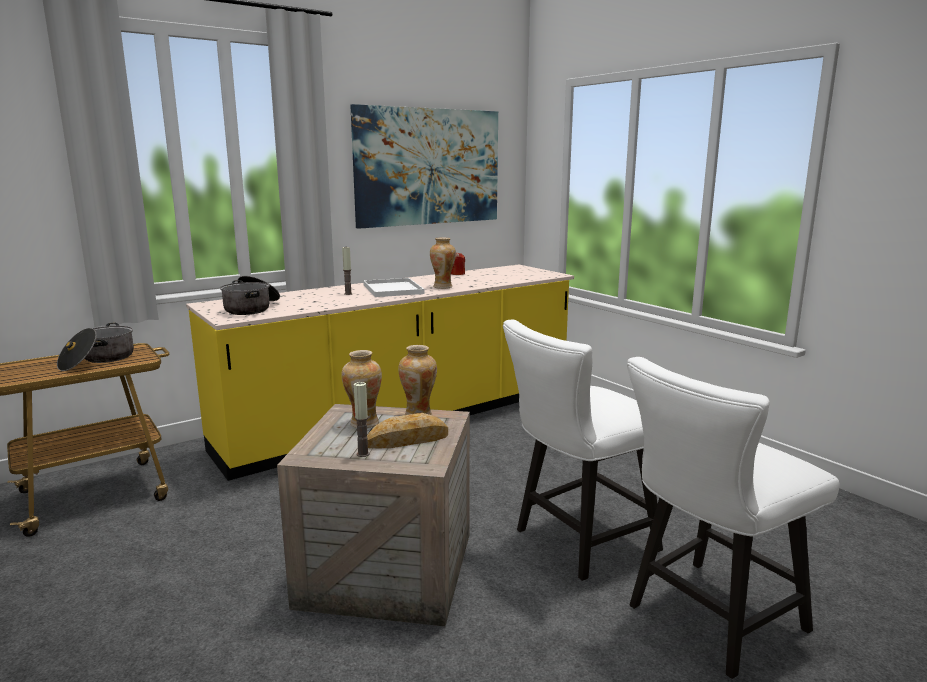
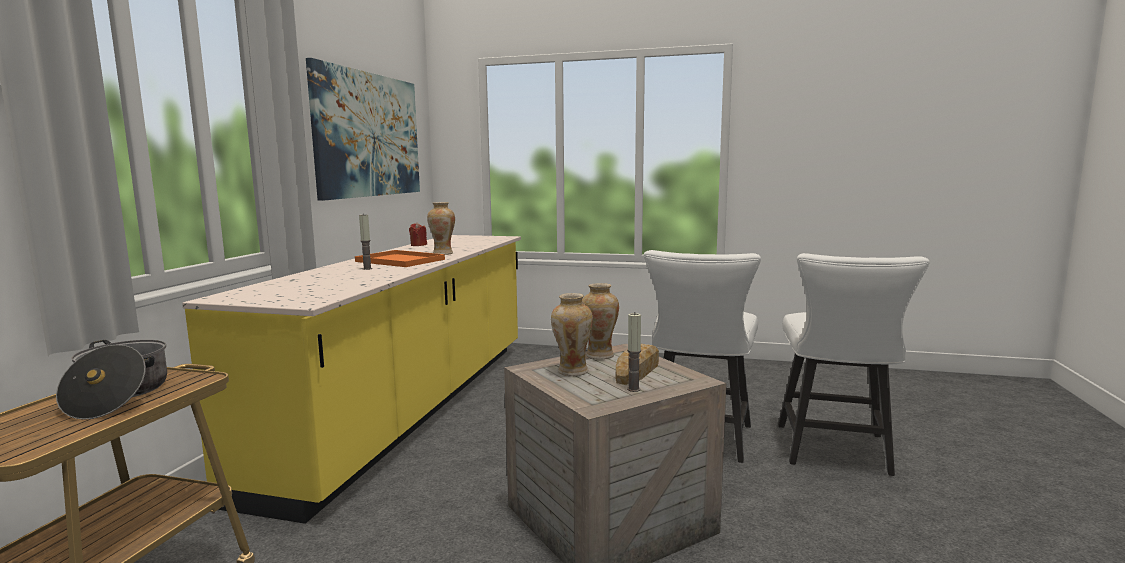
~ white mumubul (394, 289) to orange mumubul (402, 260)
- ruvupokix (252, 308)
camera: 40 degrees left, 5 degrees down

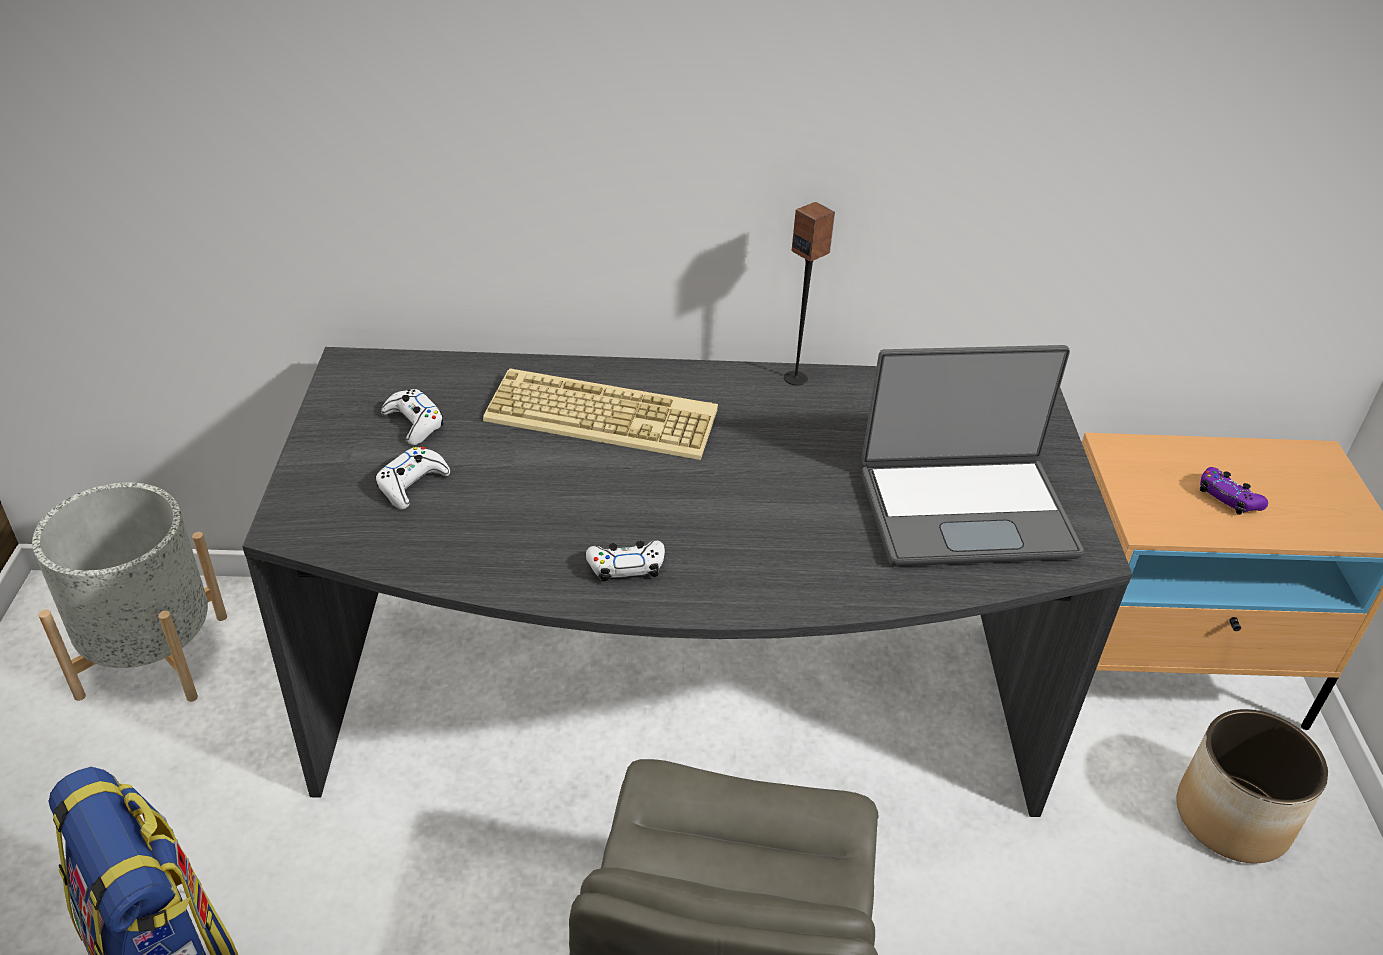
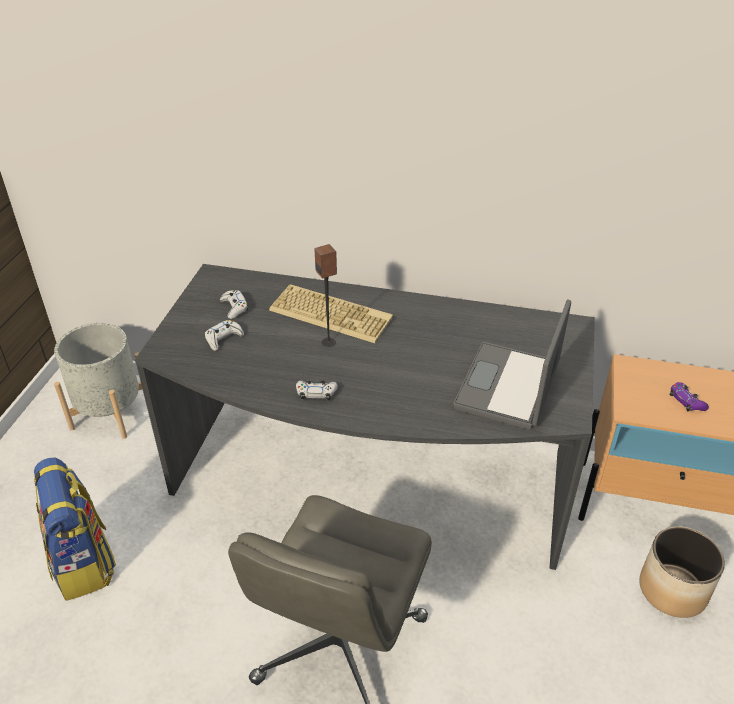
~ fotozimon (796, 378) to (329, 342)
~ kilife (965, 511) = (509, 387) 105 degrees clockwise
camera: 15 degrees right, 0 degrees up

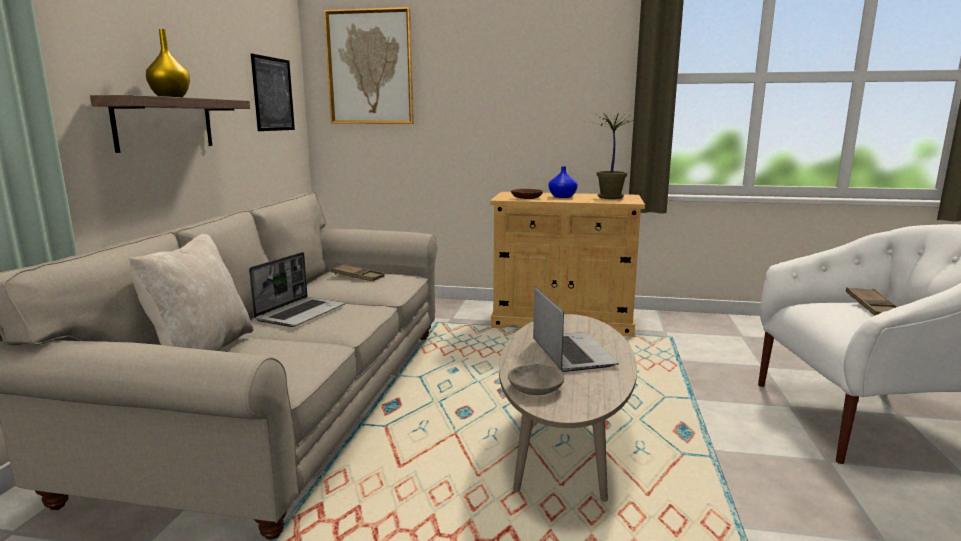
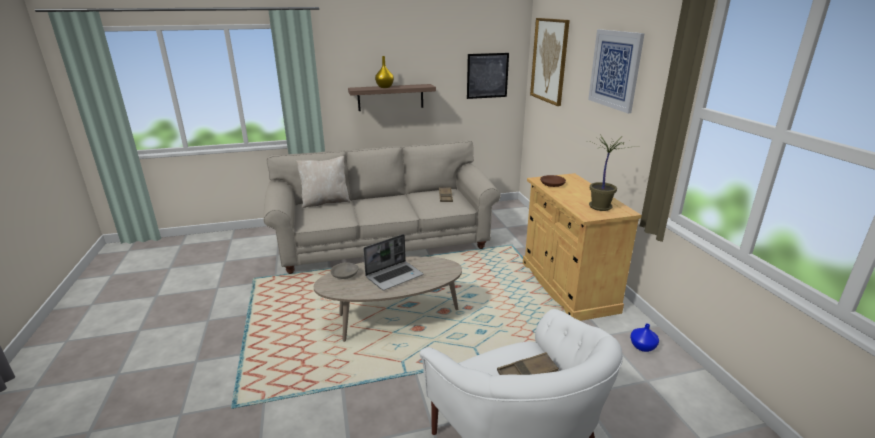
+ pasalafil (615, 69)
~ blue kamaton (562, 197) to (643, 346)
- kilife (301, 313)
camera: 65 degrees right, 10 degrees up

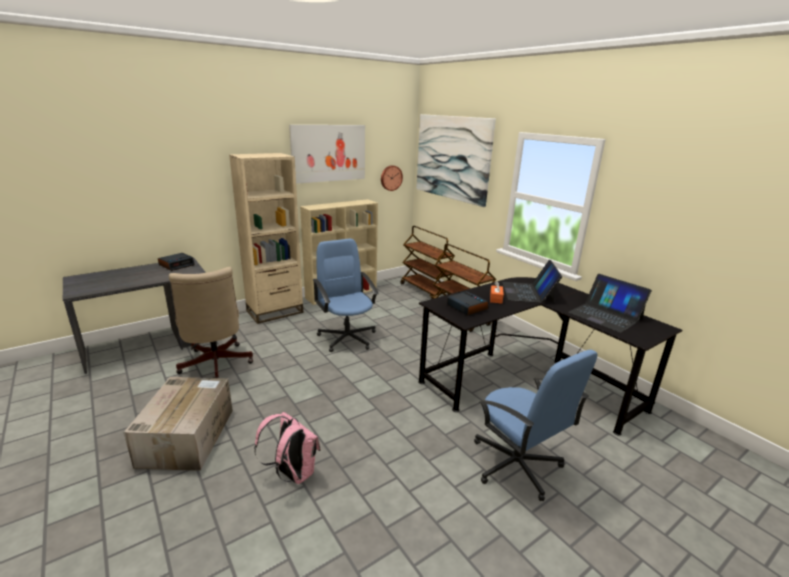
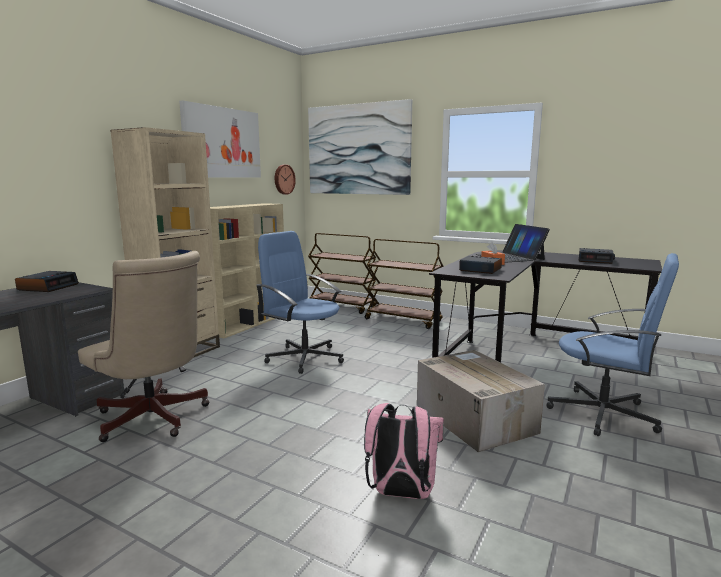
~ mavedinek (187, 436) to (473, 418)
~ kilife (605, 315) to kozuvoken (595, 260)
camera: 25 degrees left, 10 degrees down

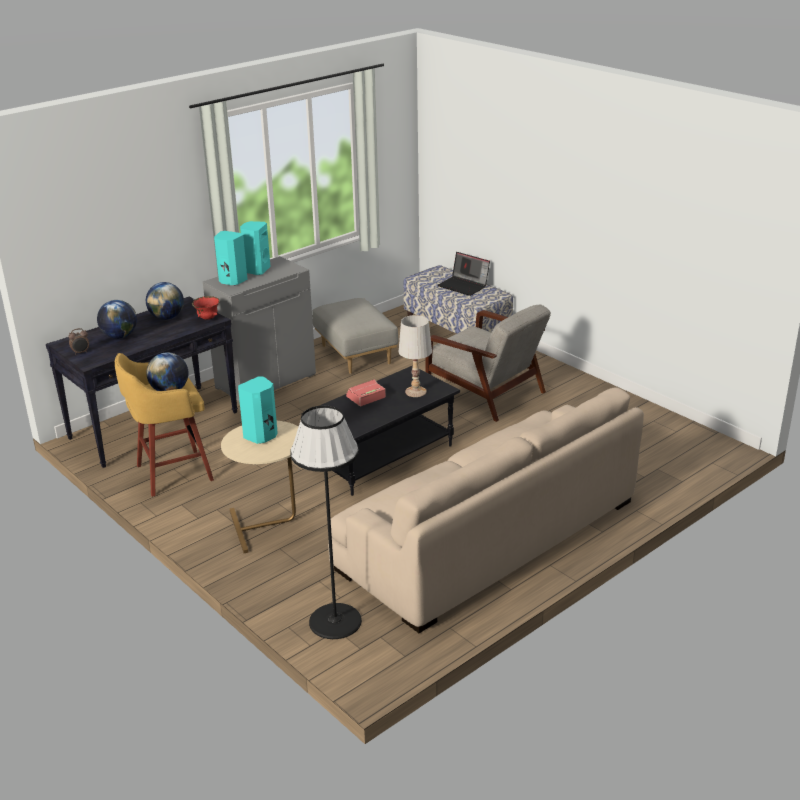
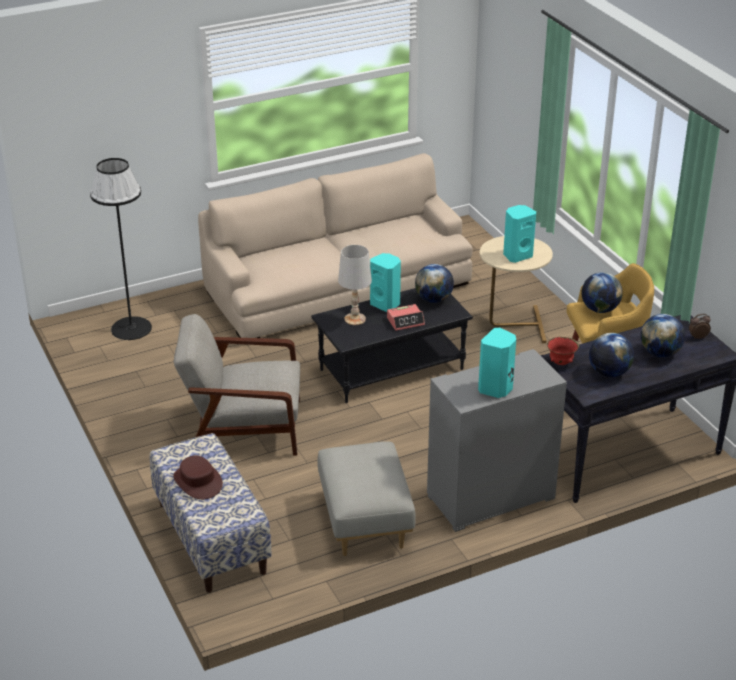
~ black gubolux (335, 621) to (131, 328)
~ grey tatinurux (486, 392) = (243, 427) 60 degrees counterclockwise
~ kilife (464, 286) to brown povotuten (197, 481)
~ turquoise fotozimon (232, 281) to (386, 304)
+ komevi (434, 299)
camera: 165 degrees left, 5 degrees up

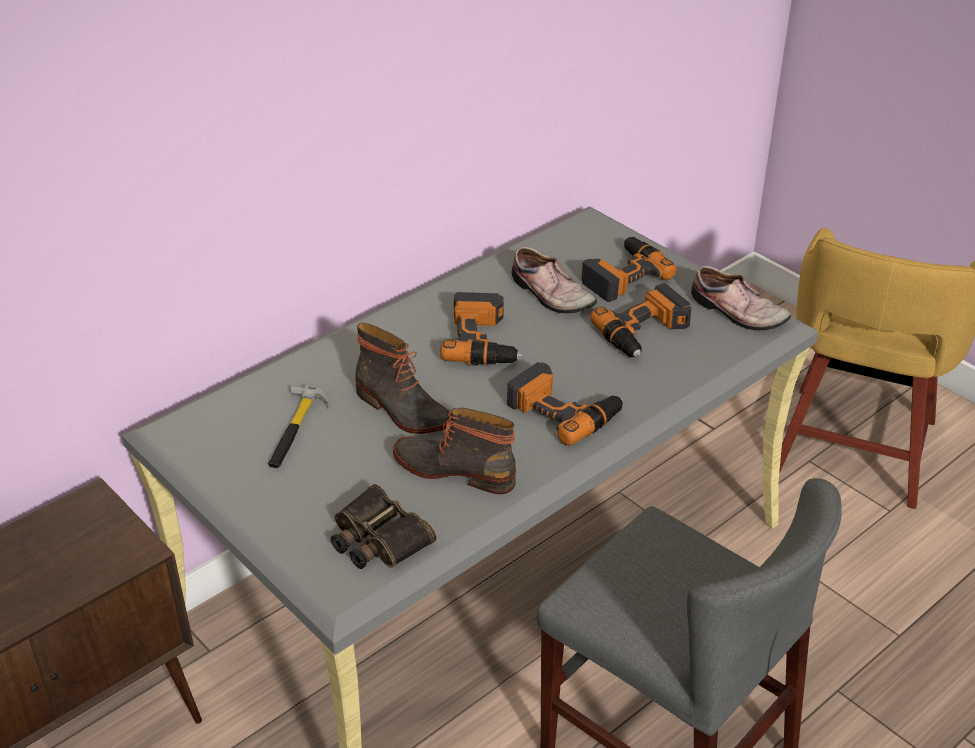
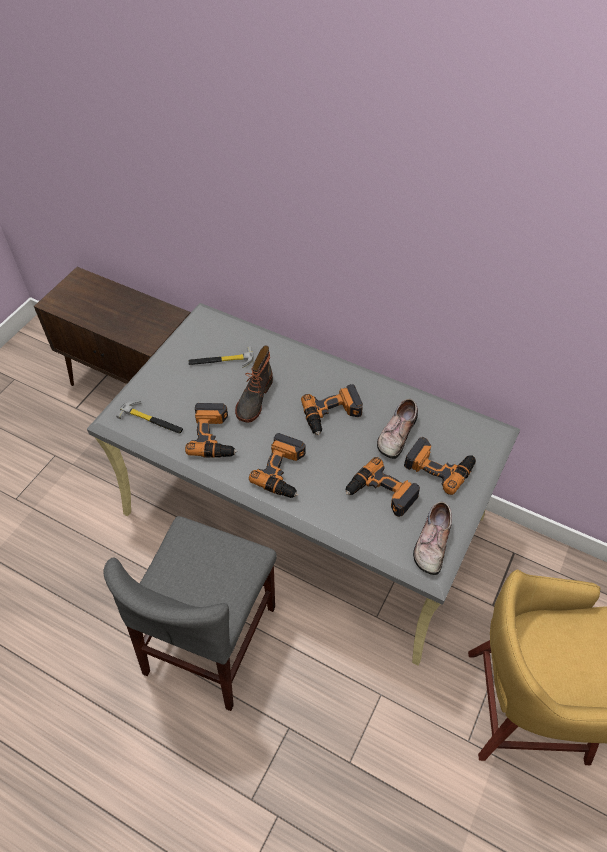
~ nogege (377, 539) to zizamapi (152, 420)
~ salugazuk (455, 469) to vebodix (214, 436)
camera: 70 degrees right, 15 degrees up

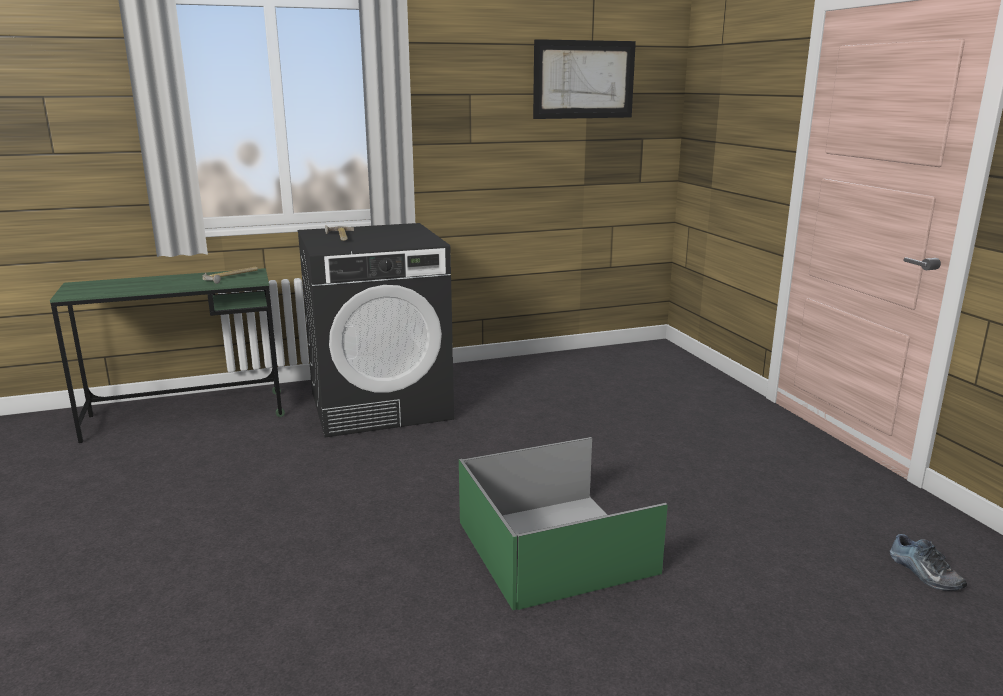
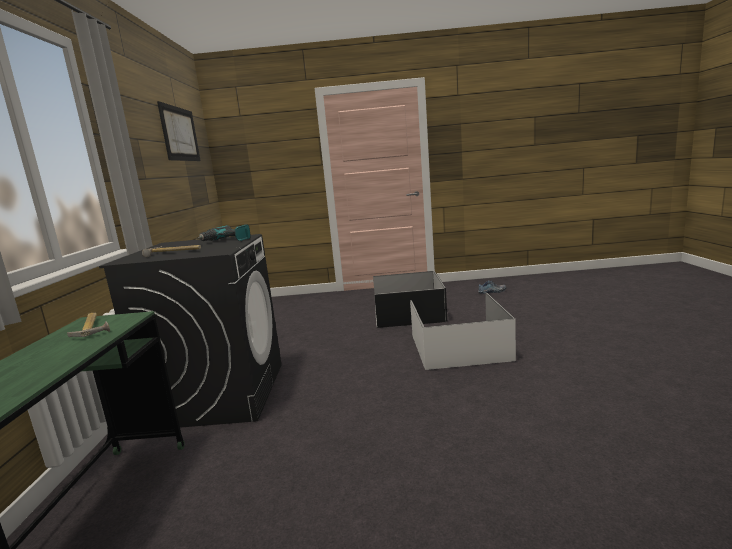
+ vebodix (226, 240)
+ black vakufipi (408, 312)
~ green vakufipi (556, 549) to white vakufipi (460, 347)
camera: 70 degrees left, 5 degrees down

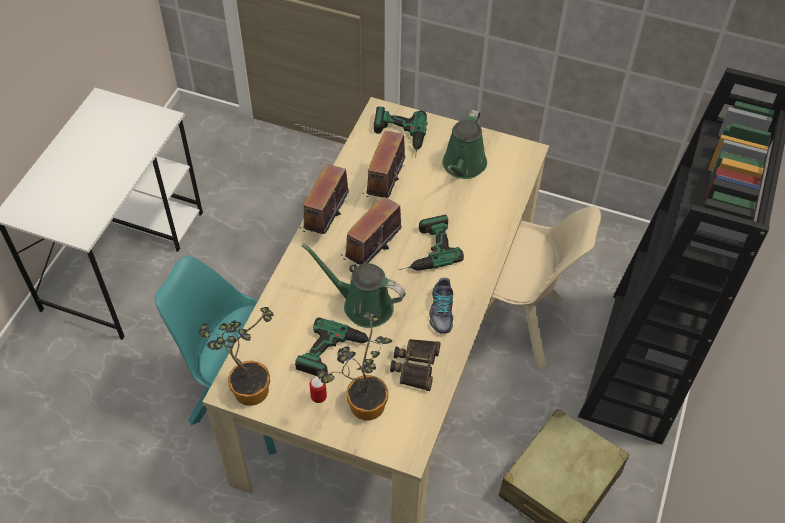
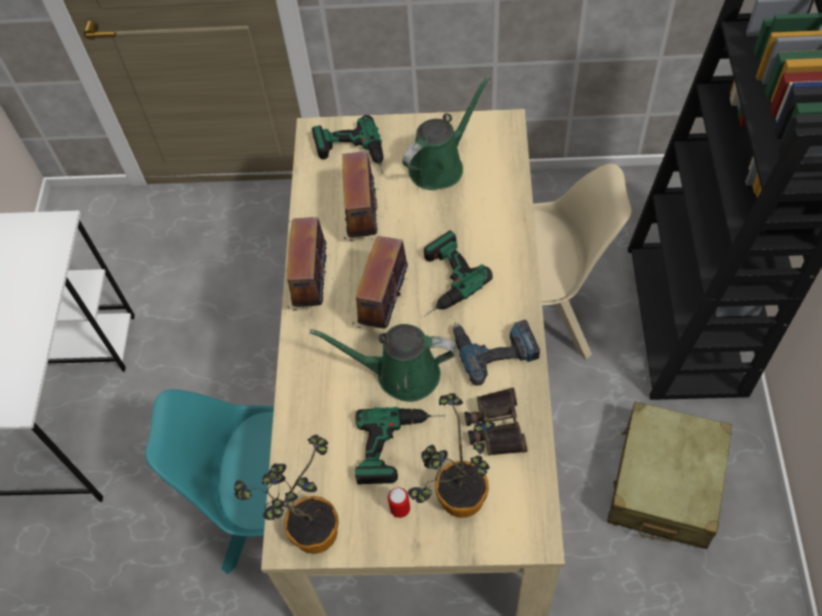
~ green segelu (463, 166) = (440, 165) 135 degrees counterclockwise
~ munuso (441, 311) to vebodix (494, 348)
camera: 15 degrees left, 5 degrees up

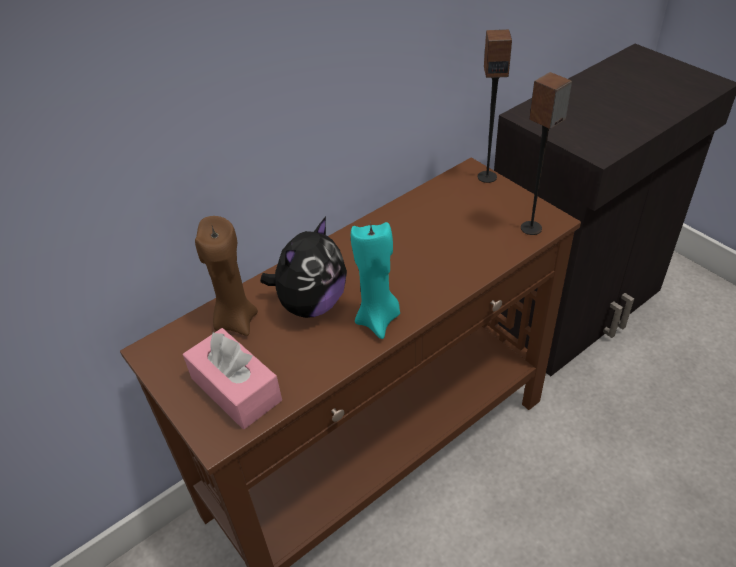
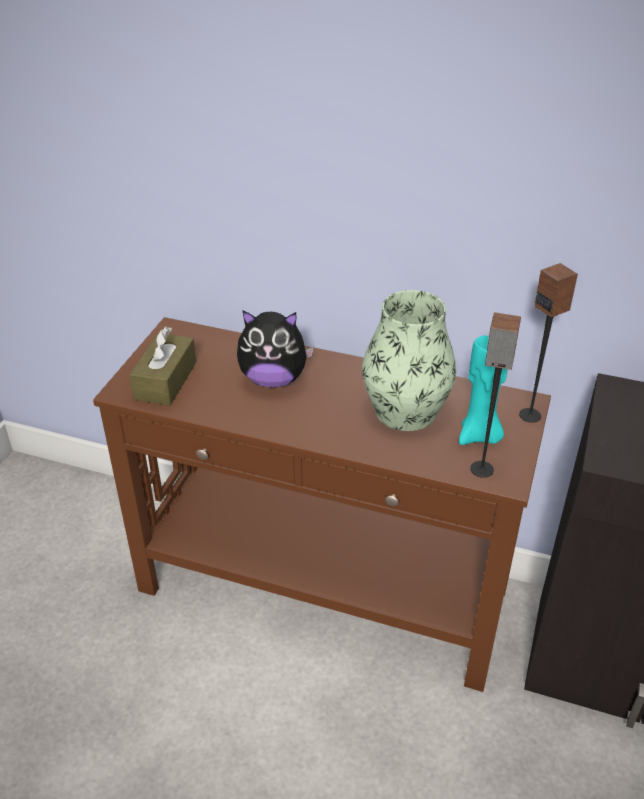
~ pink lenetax (236, 389) to brown lenetax (165, 381)
+ kamaton (405, 410)
~ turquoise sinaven (378, 319) to (479, 436)
- brown sinaven (235, 321)
camera: 55 degrees right, 5 degrees down

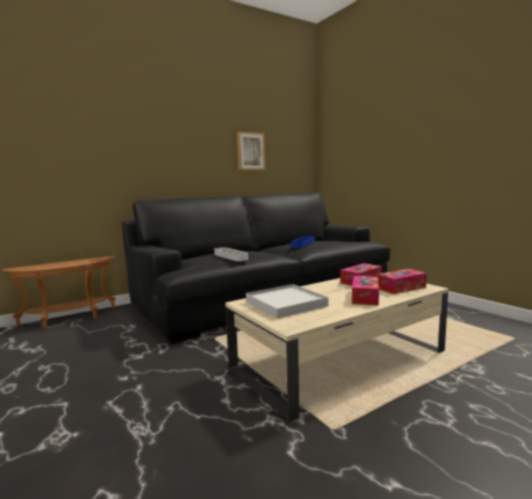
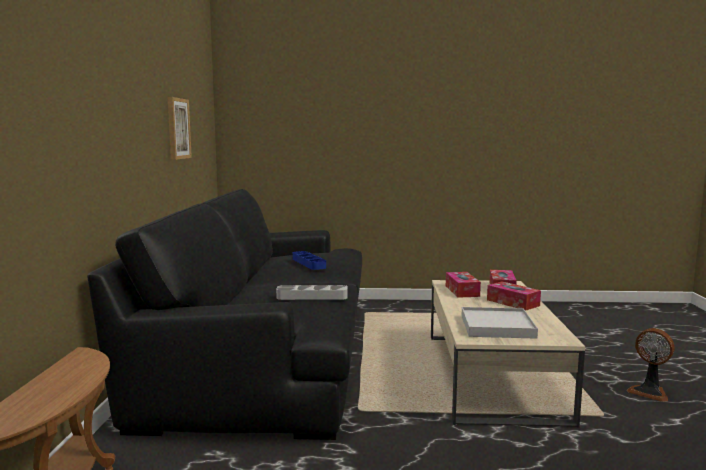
+ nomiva (649, 392)
camera: 55 degrees left, 0 degrees up

